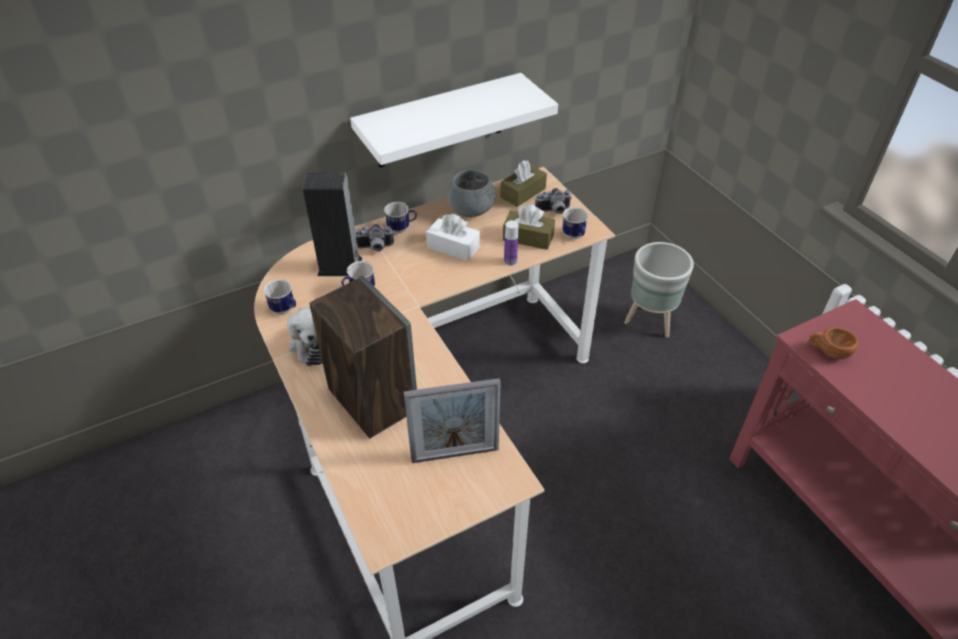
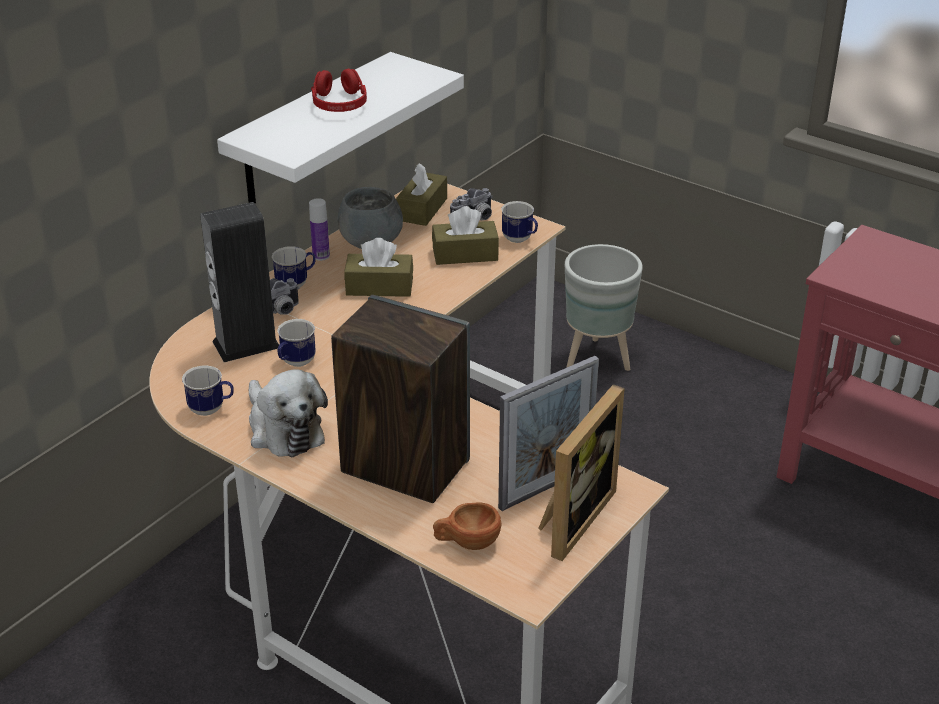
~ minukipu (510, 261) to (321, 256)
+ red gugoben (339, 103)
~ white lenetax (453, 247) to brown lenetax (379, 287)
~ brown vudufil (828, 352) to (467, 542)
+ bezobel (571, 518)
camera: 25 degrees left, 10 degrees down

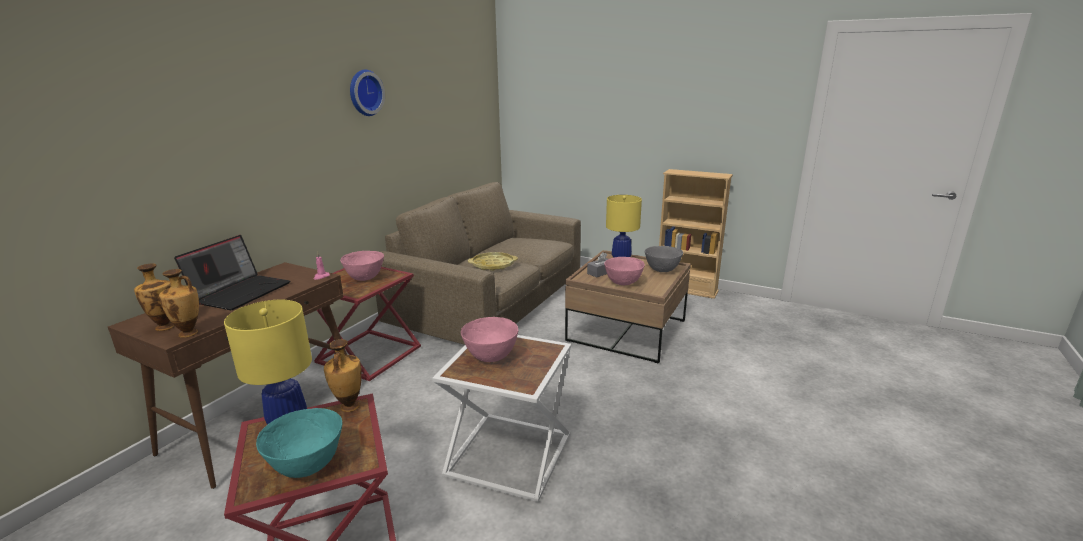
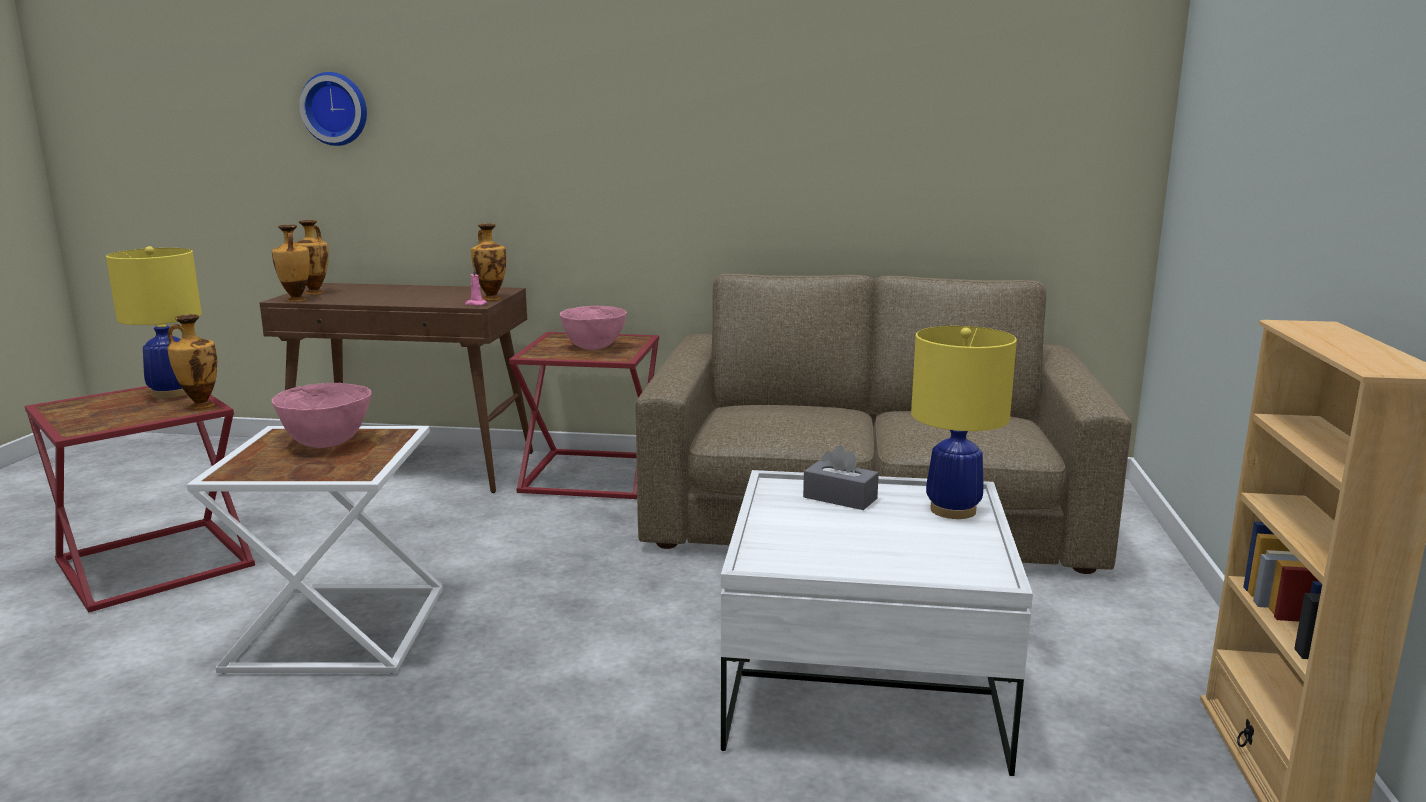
~ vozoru (364, 93) to (336, 109)
+ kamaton (491, 298)
~ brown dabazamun (626, 330) to white dabazamun (864, 685)
- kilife (241, 292)
- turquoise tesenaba (307, 466)
- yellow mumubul (493, 265)
- pink tesenaba (623, 283)
- grey tesenaba (662, 270)
camera: 70 degrees right, 5 degrees down

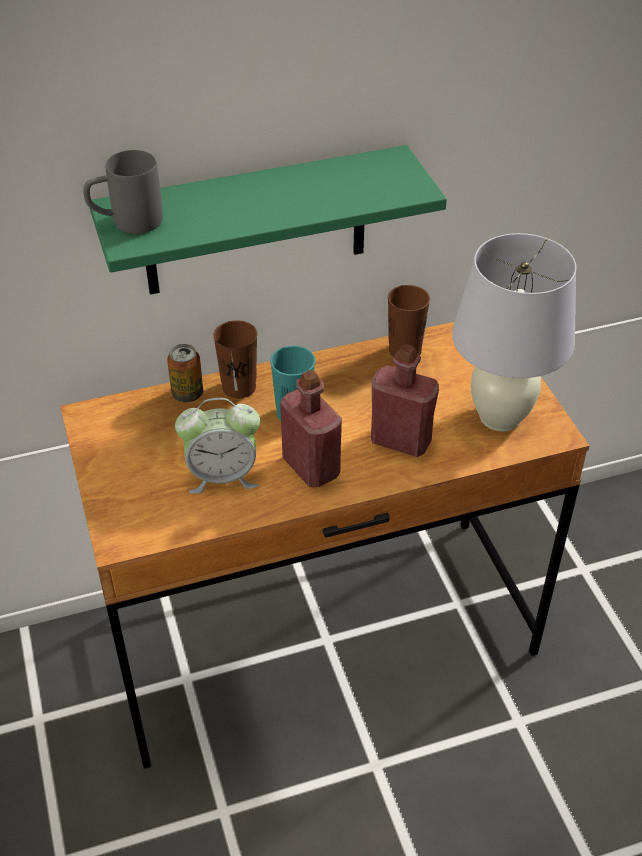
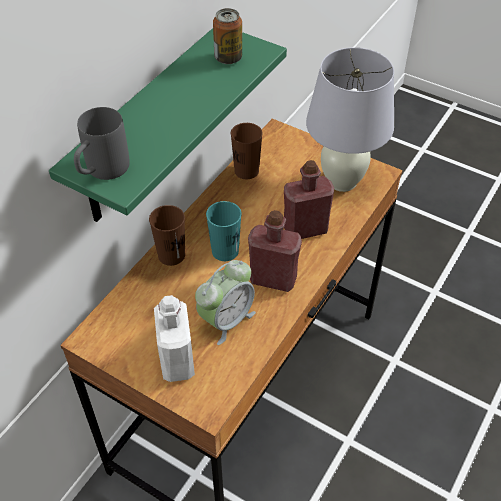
+ white minukipu (177, 361)
~ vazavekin (187, 394) to (228, 58)
camera: 40 degrees left, 5 degrees up

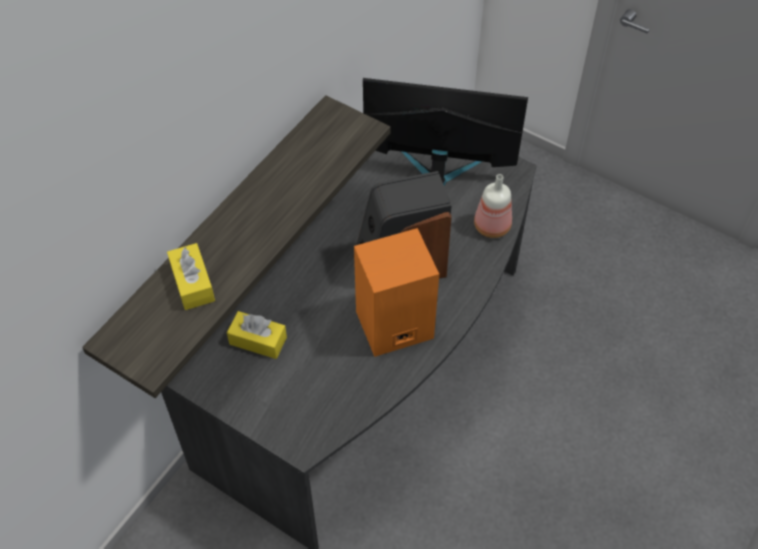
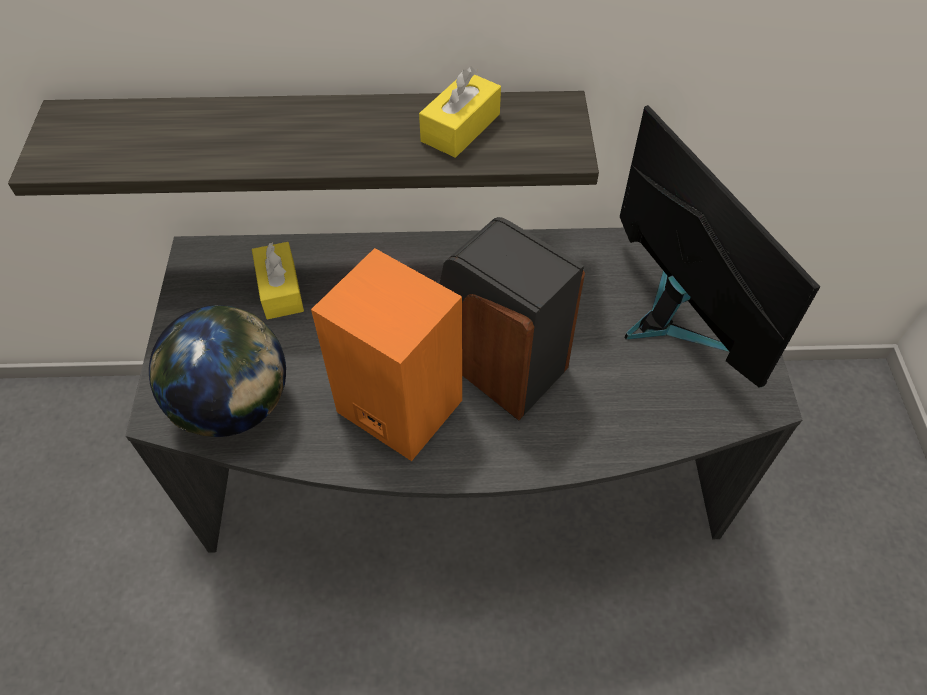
+ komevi (235, 405)
~ yellow lenetax (192, 283) to (460, 128)
- minukipu (490, 226)
camera: 55 degrees right, 0 degrees up

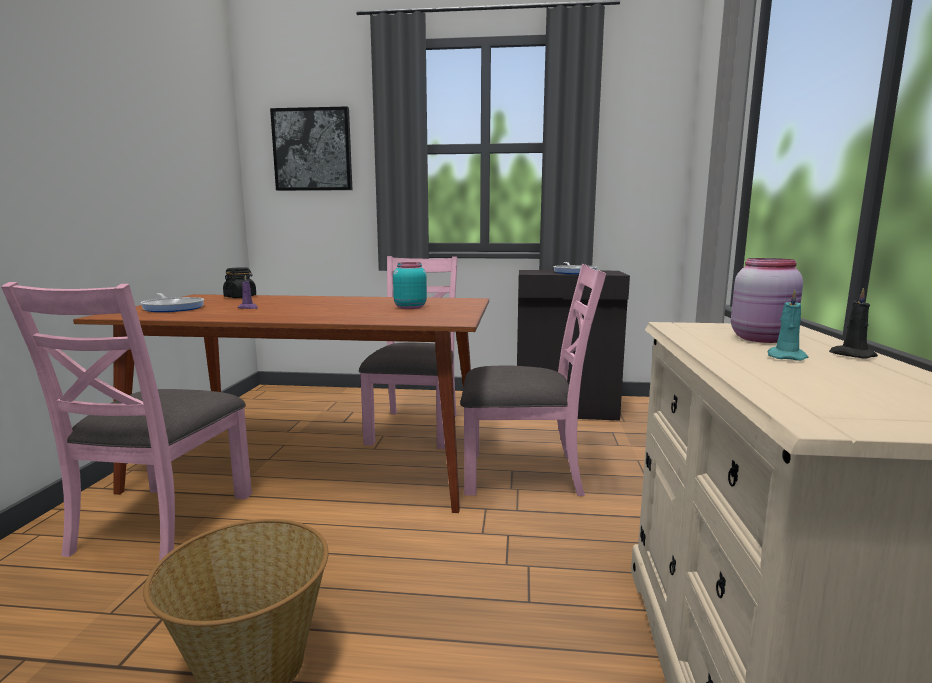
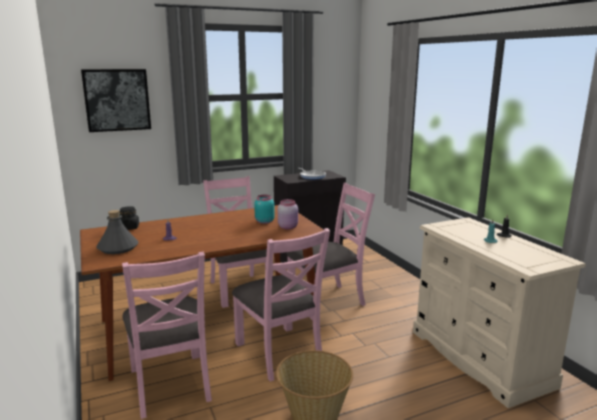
~ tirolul (173, 308) to grey minukipu (118, 248)
+ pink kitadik (279, 352)
~ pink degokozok (763, 339) to (288, 227)
camera: 30 degrees left, 5 degrees up

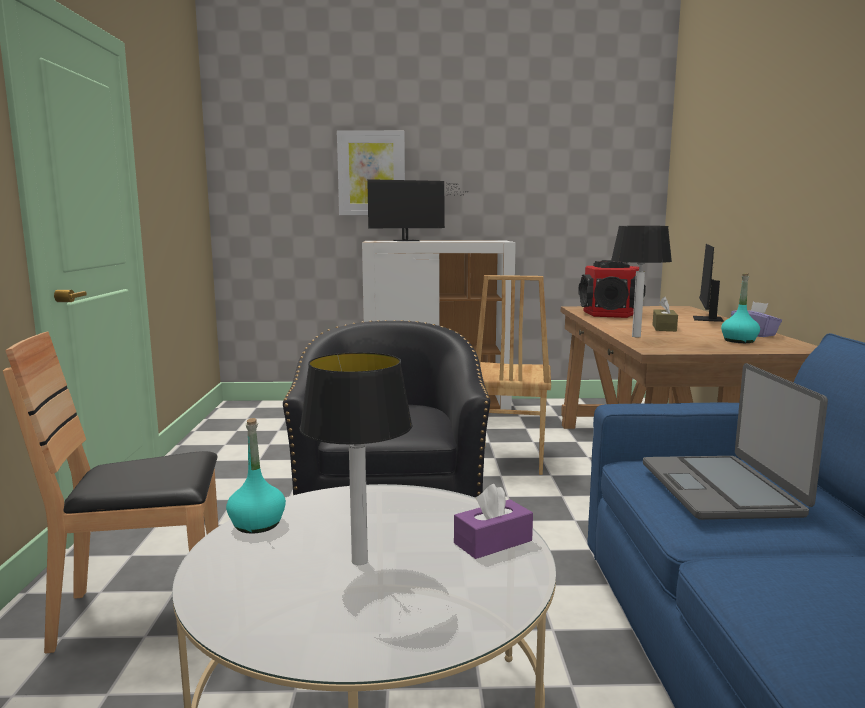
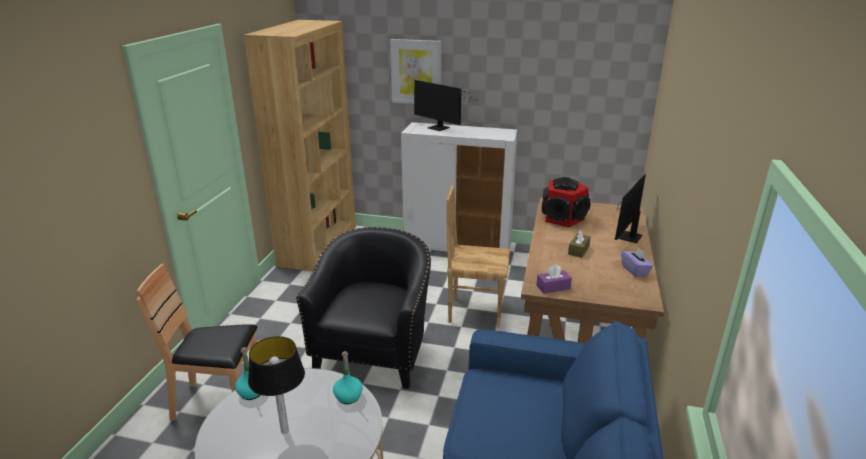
+ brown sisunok (318, 245)
~ turquoise minukipu (739, 341) to (348, 397)
~ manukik (410, 240) = (440, 128) 45 degrees clockwise
~ brown kitadik (508, 459) = (475, 311) 75 degrees clockwise
~ purple lenetax (493, 542) to (553, 287)
- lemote (636, 336)
- kilife (721, 489)
camera: 15 degrees right, 15 degrees up

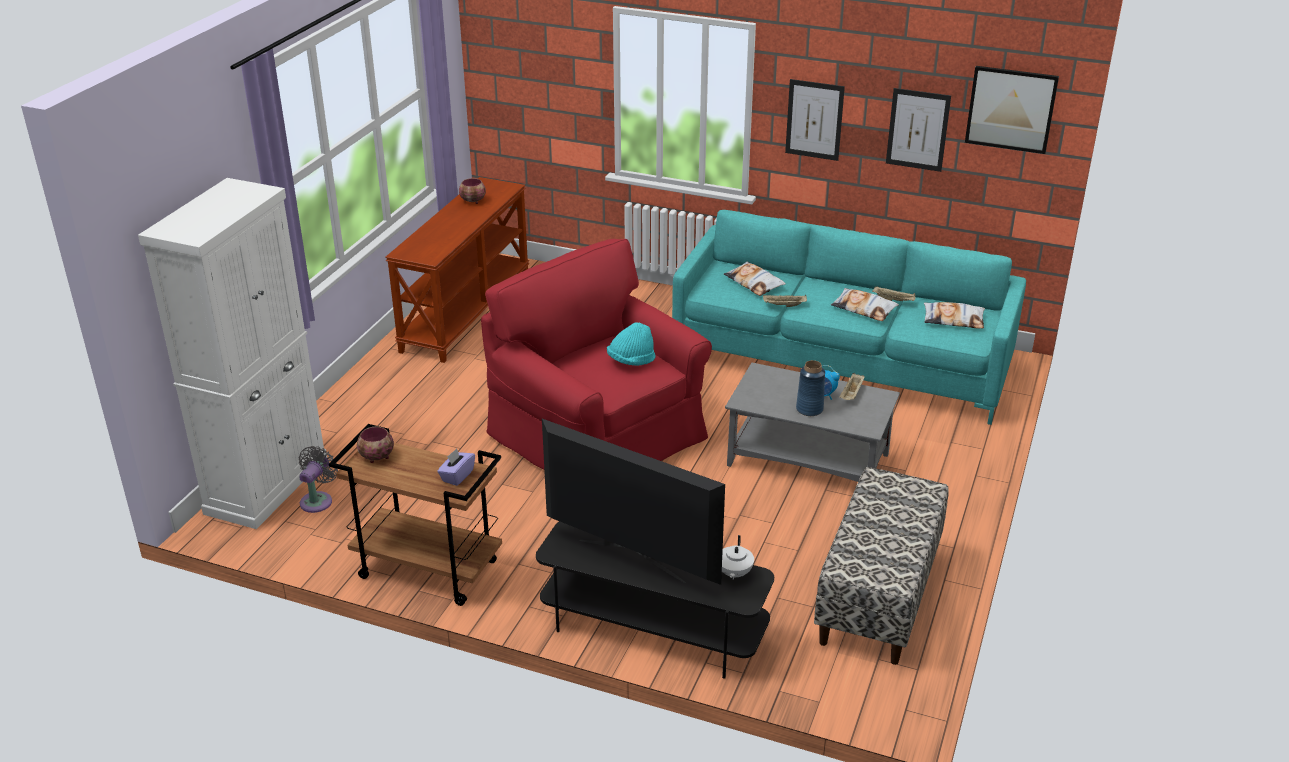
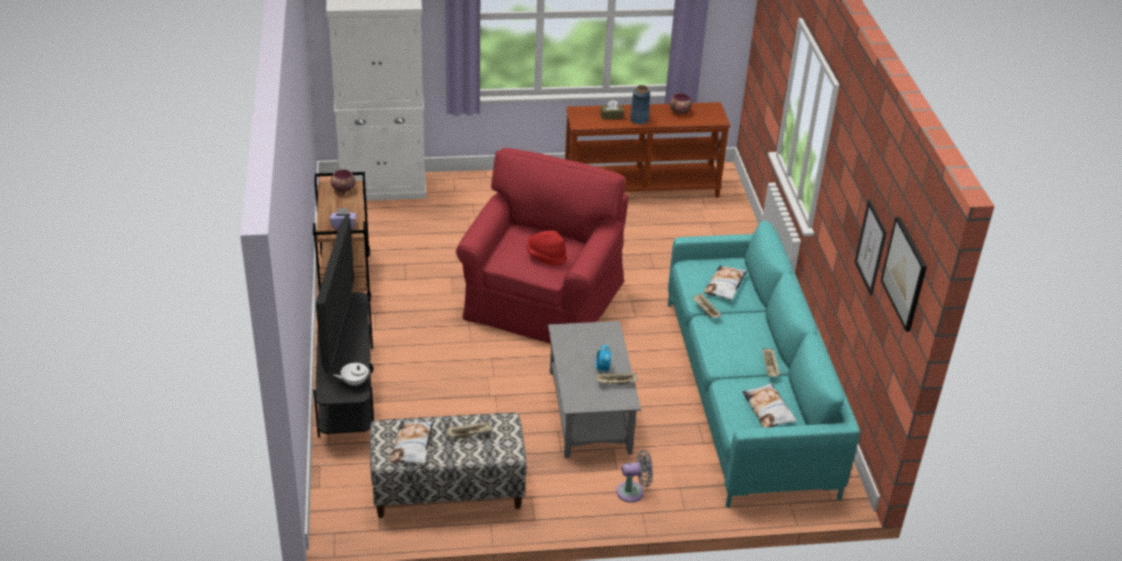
~ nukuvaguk (864, 309) to (413, 446)
+ beige mumubul (469, 434)
~ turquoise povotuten (631, 361) to red povotuten (546, 256)
+ brown lenetax (611, 116)
~ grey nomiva (318, 500) to (633, 492)
~ blue kamaton (809, 409) to (639, 120)
- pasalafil (814, 120)
camera: 60 degrees right, 5 degrees up

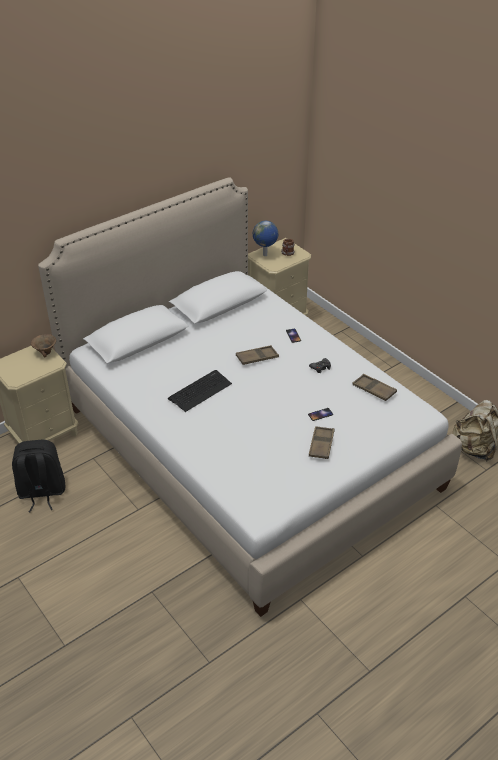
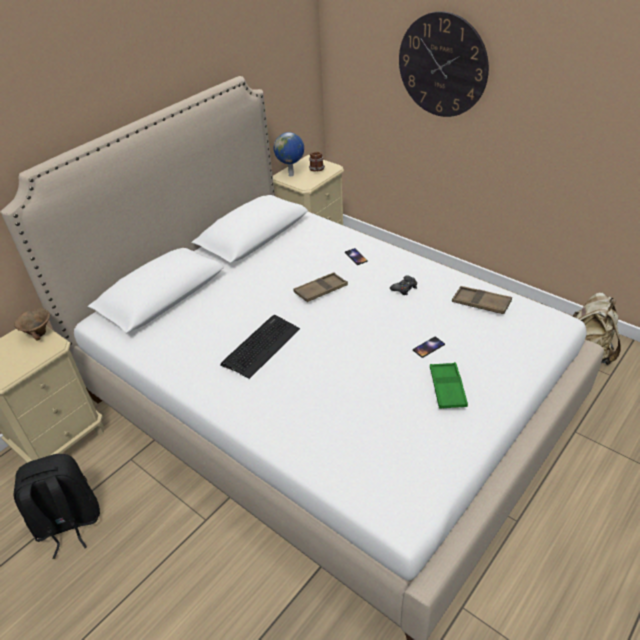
+ vozoru (442, 65)
~ brown mumubul (321, 445) to green mumubul (447, 388)
camera: 10 degrees left, 0 degrees up

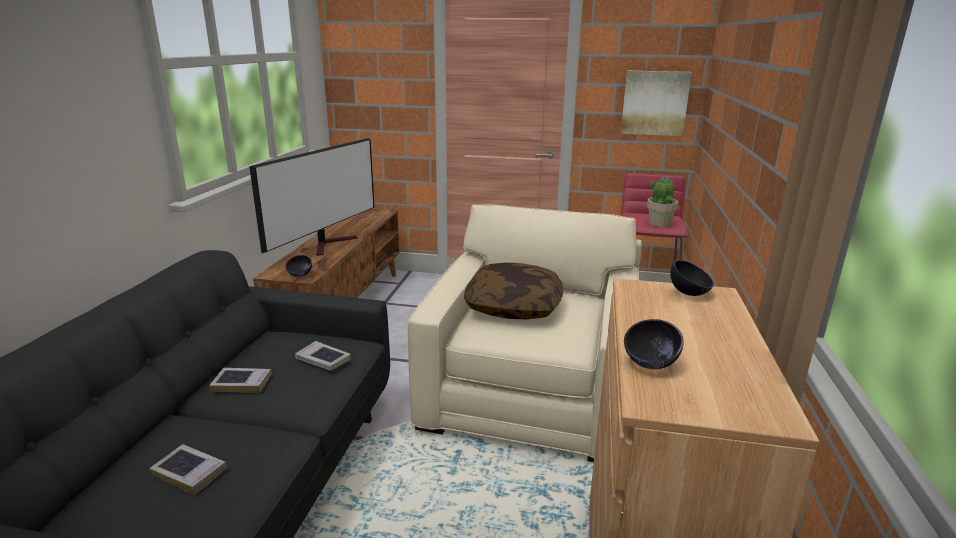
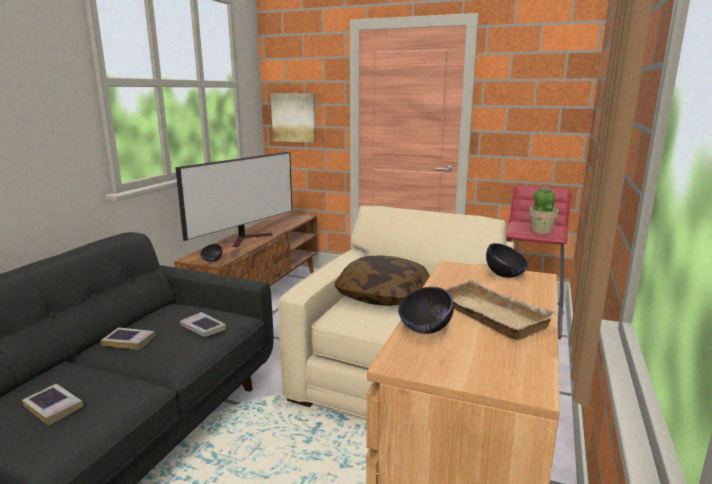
~ pasalafil (654, 103) to (294, 117)
+ beige mumubul (487, 316)
camera: 10 degrees right, 5 degrees down

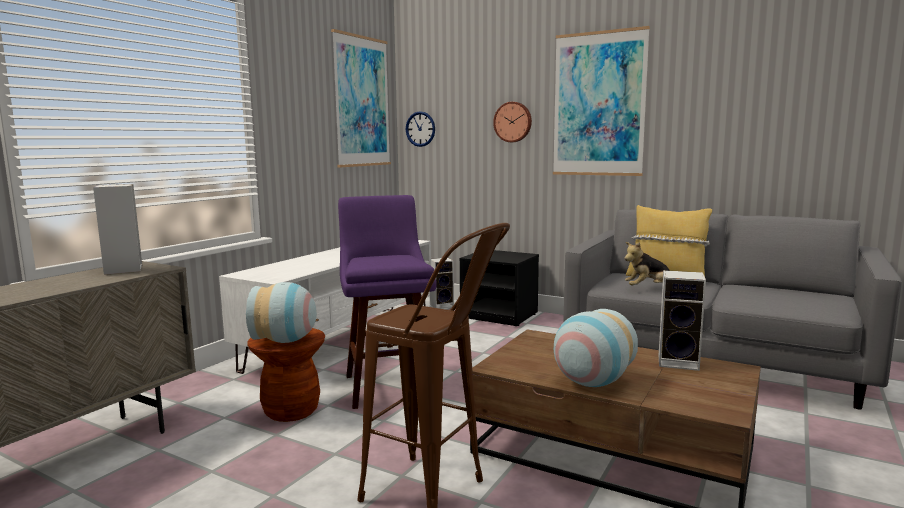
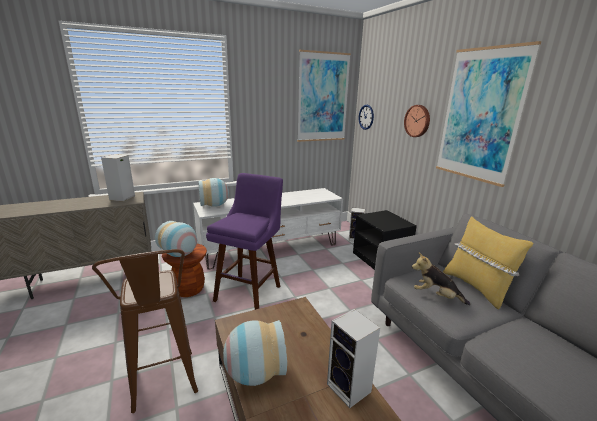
+ kamaton (214, 205)
camera: 35 degrees right, 10 degrees up

